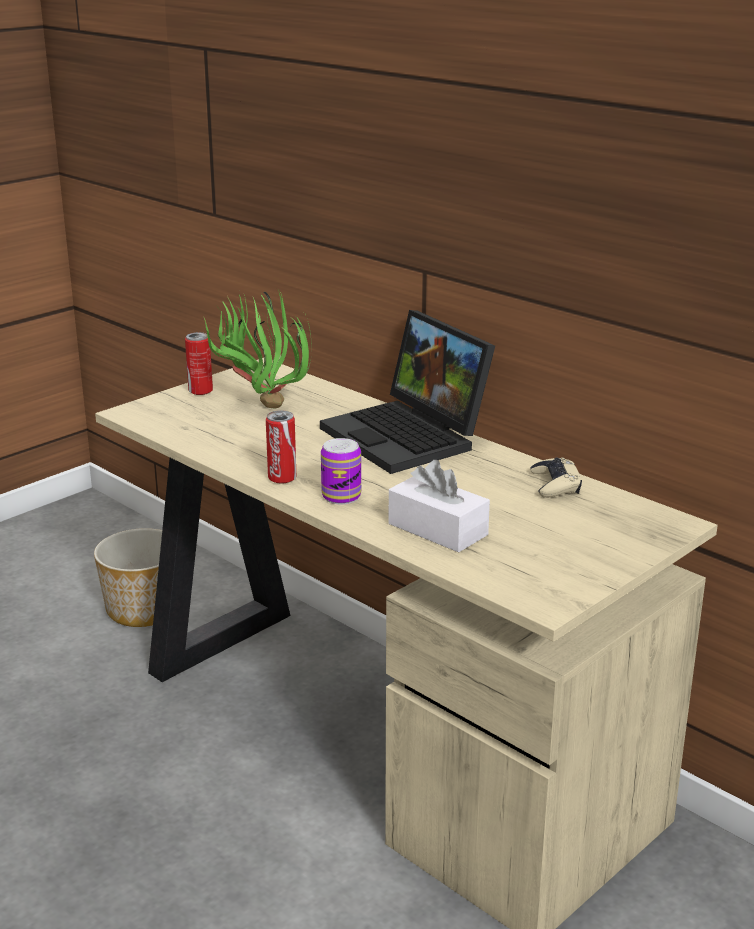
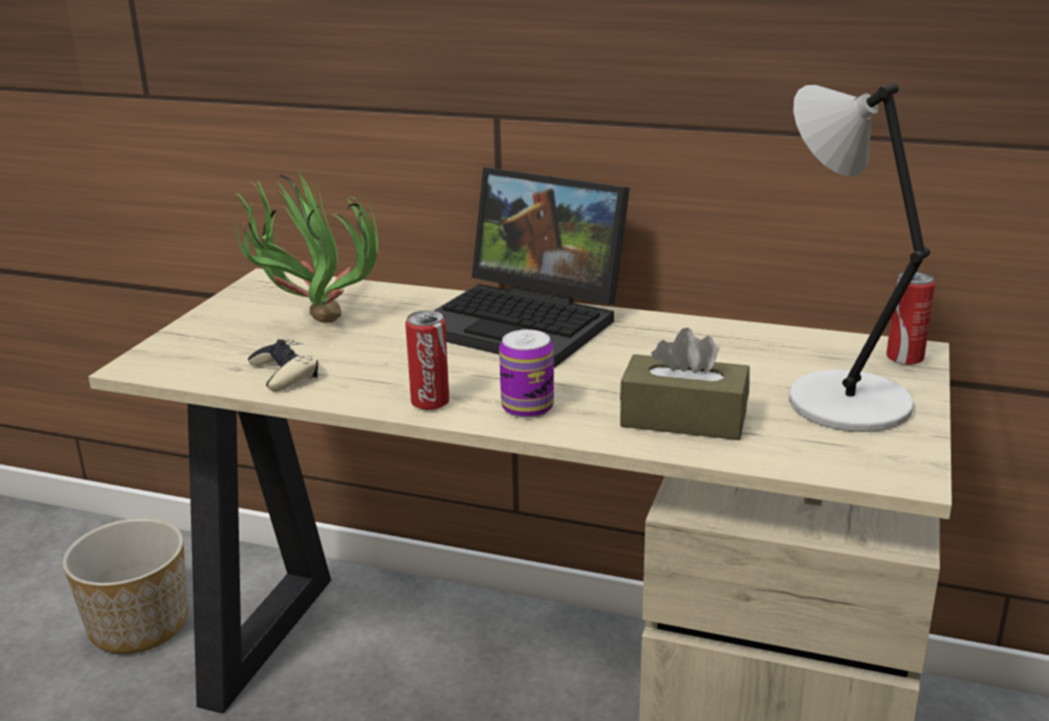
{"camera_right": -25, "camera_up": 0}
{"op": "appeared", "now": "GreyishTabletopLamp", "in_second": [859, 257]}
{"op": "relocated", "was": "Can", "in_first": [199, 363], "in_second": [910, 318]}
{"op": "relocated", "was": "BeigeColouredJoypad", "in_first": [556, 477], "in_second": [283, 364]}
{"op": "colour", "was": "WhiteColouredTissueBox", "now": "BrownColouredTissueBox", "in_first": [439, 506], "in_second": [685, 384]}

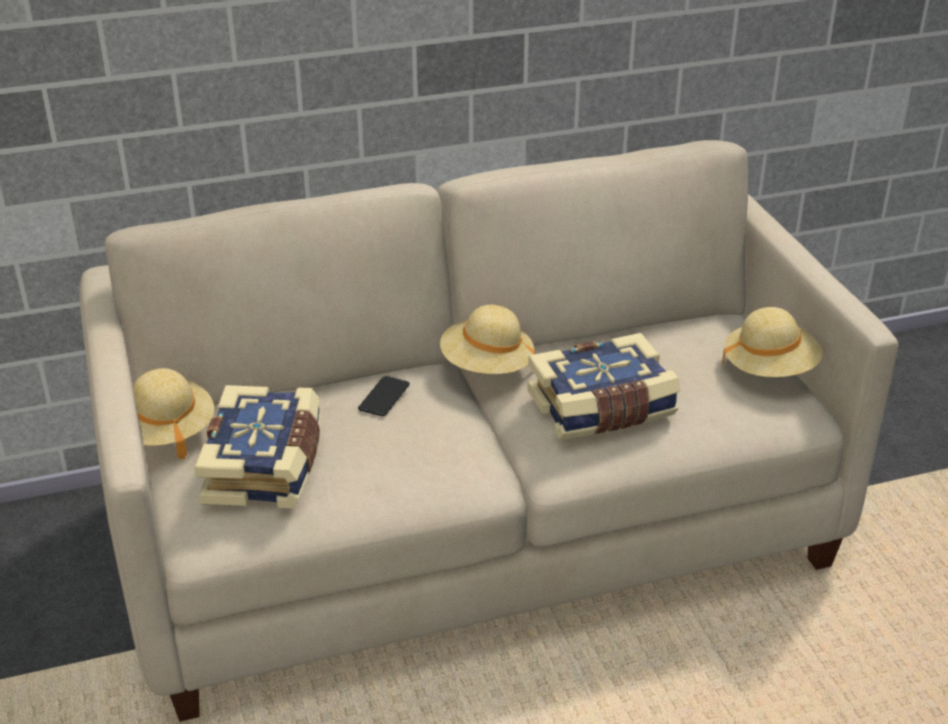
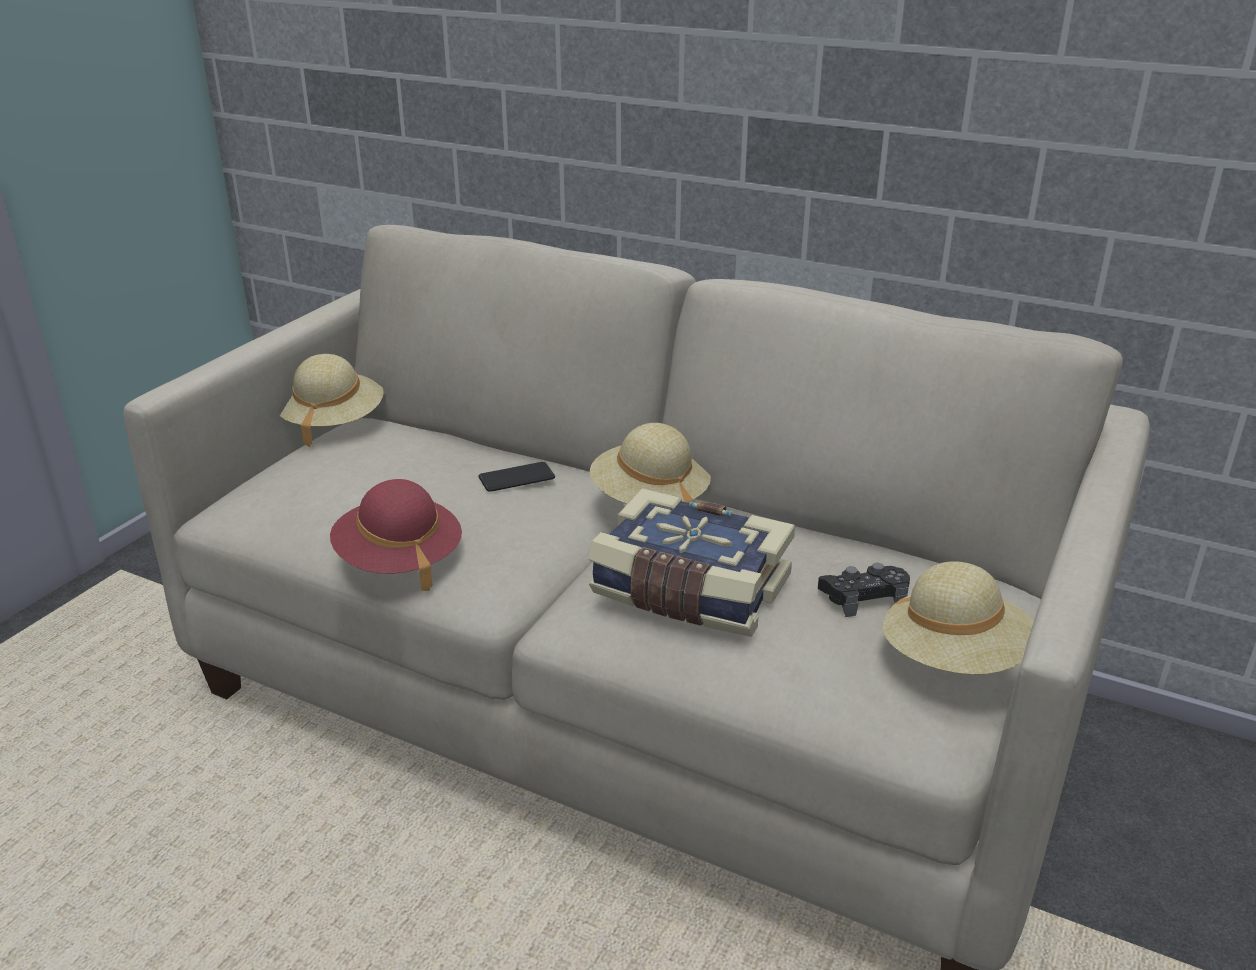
{"camera_right": 45, "camera_up": -5}
{"op": "missing", "was": "Volume", "in_first": [258, 446]}
{"op": "appeared", "now": "RedWearableHat", "in_second": [396, 535]}
{"op": "appeared", "now": "BlackJoypad", "in_second": [864, 590]}

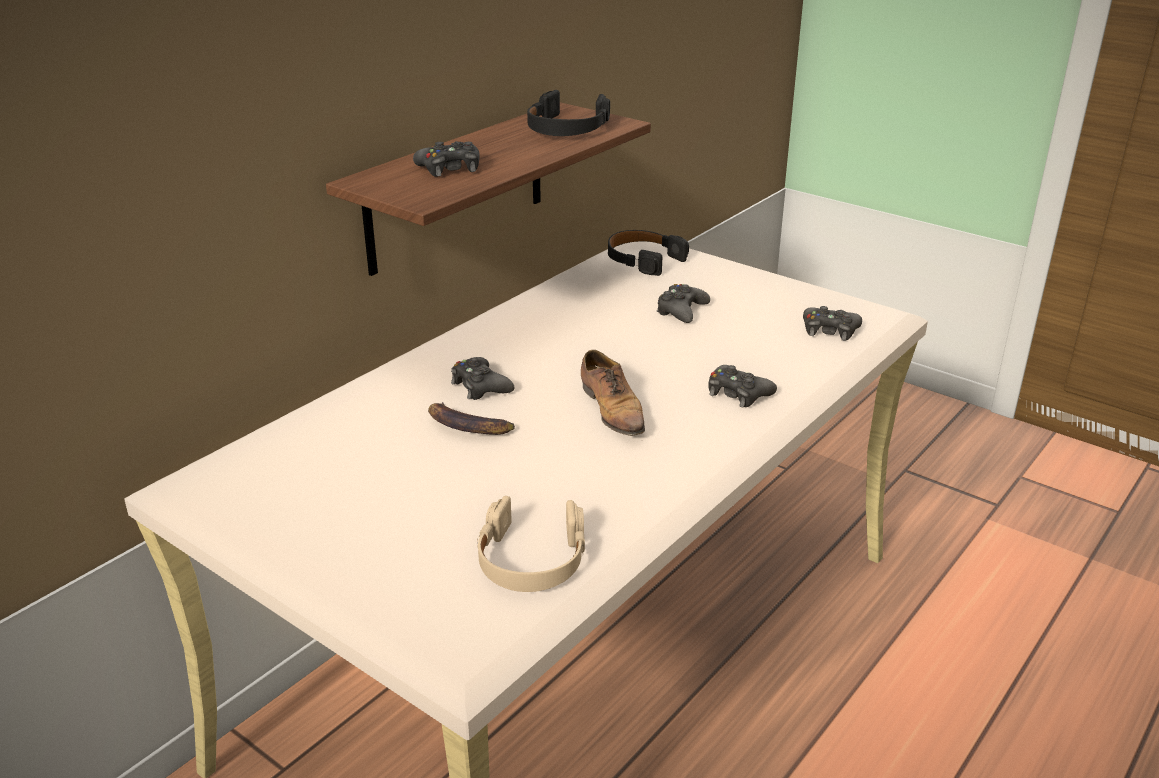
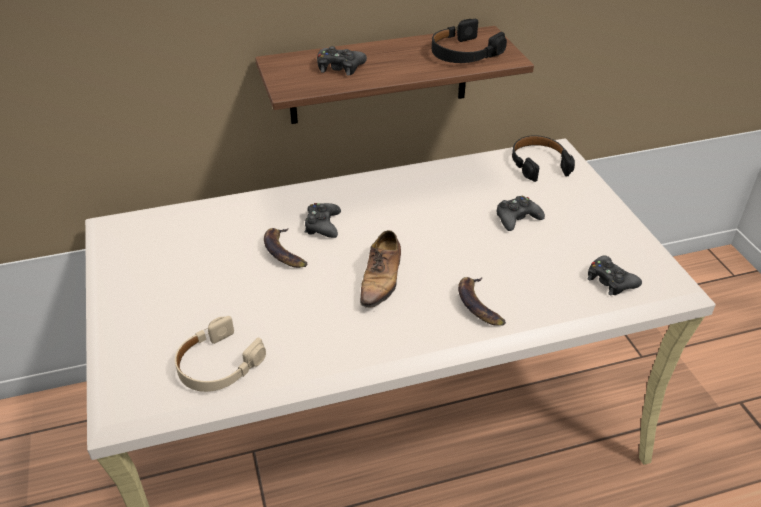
{"camera_right": 35, "camera_up": 10}
{"op": "exchanged", "was": "BlackJoypad", "now": "WholeBanana", "in_first": [742, 386], "in_second": [482, 301]}

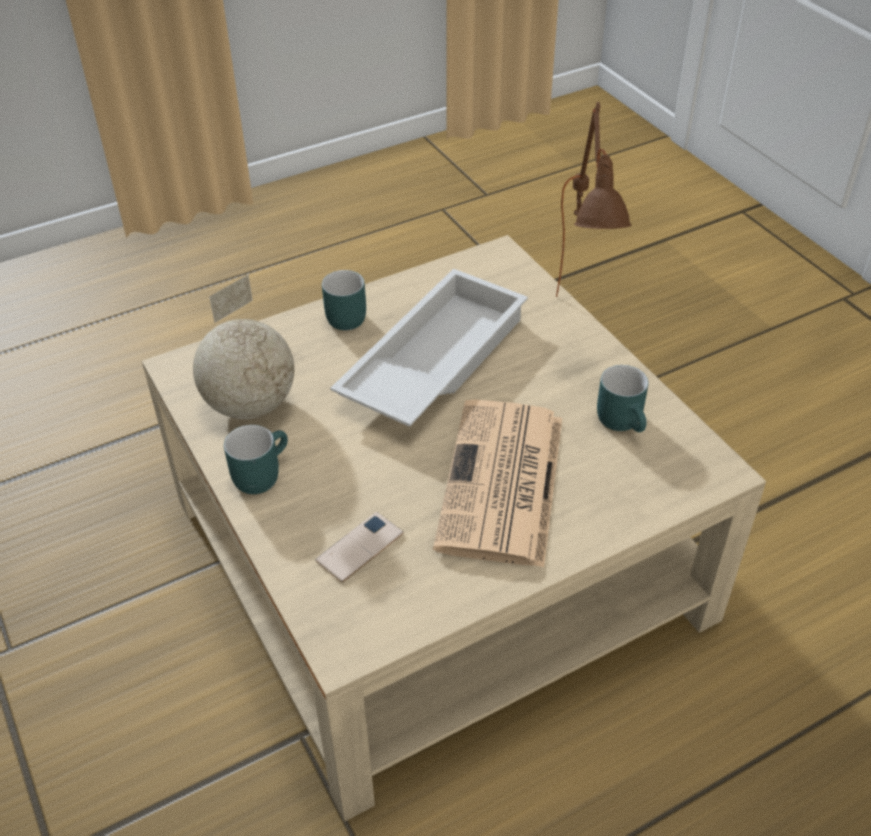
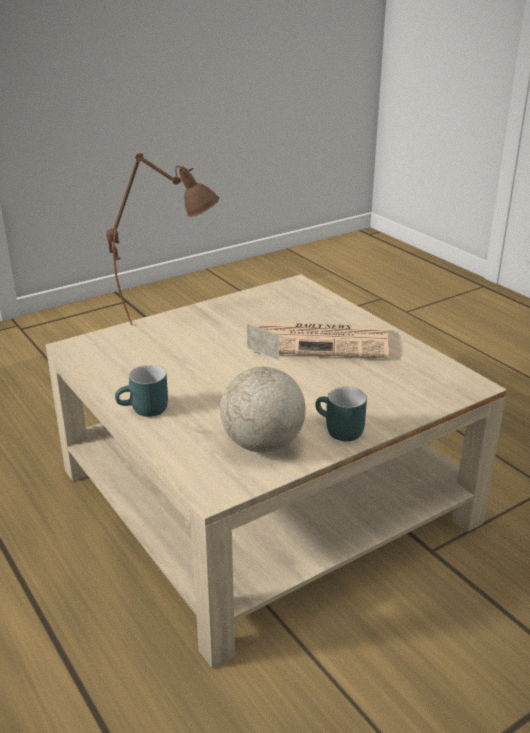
{"camera_right": -95, "camera_up": -15}
{"op": "missing", "was": "Telephone", "in_first": [359, 547]}
{"op": "missing", "was": "WhiteColouredTray", "in_first": [429, 347]}
{"op": "missing", "was": "TurquoiseMug", "in_first": [622, 398]}

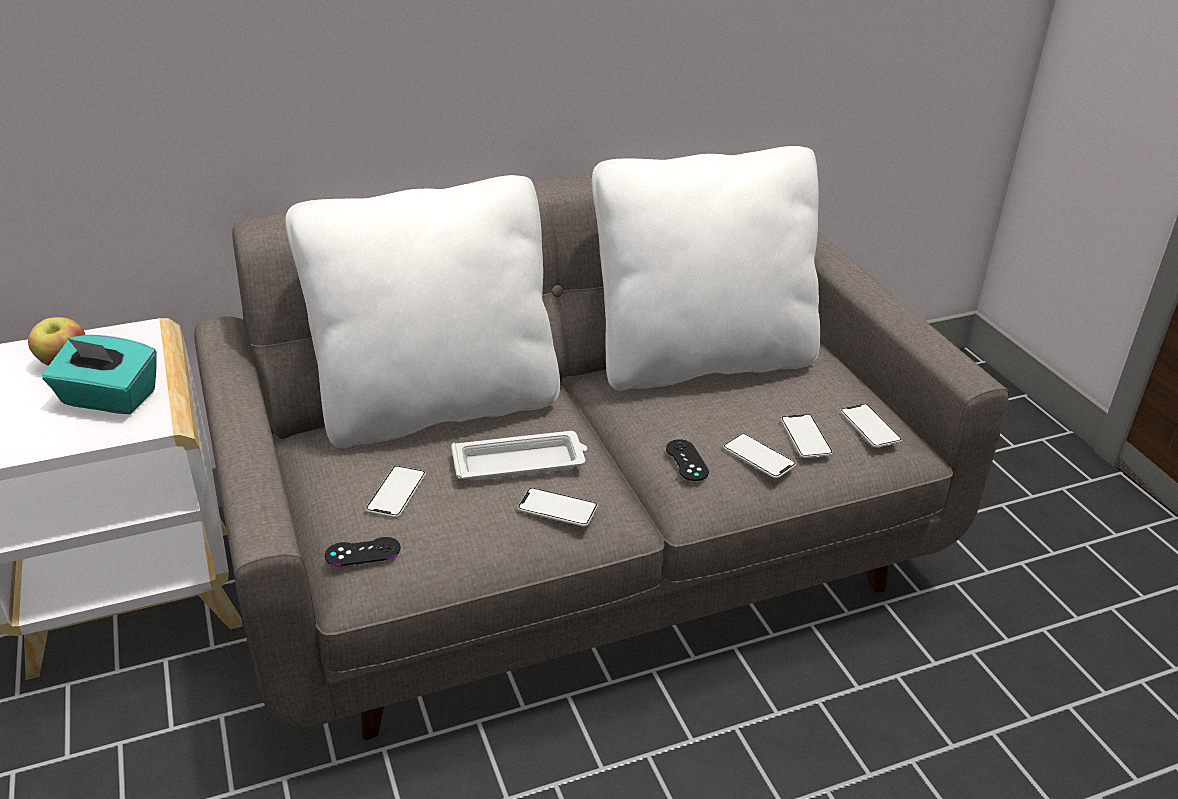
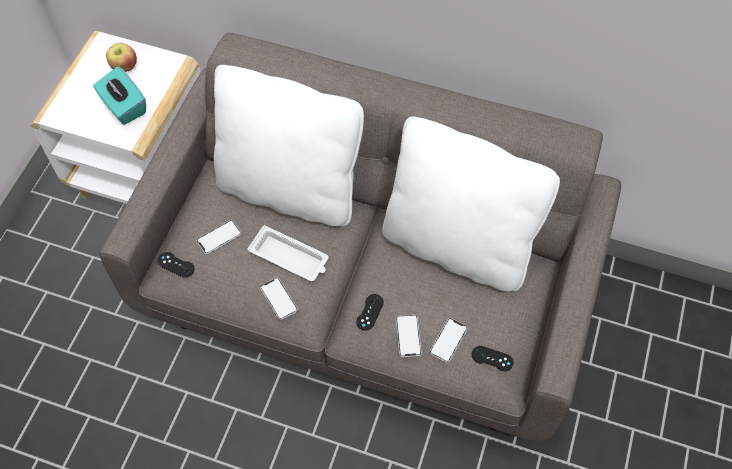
{"camera_right": 40, "camera_up": 25}
{"op": "exchanged", "was": "Telephone", "now": "BlackJoypad", "in_first": [871, 426], "in_second": [493, 358]}

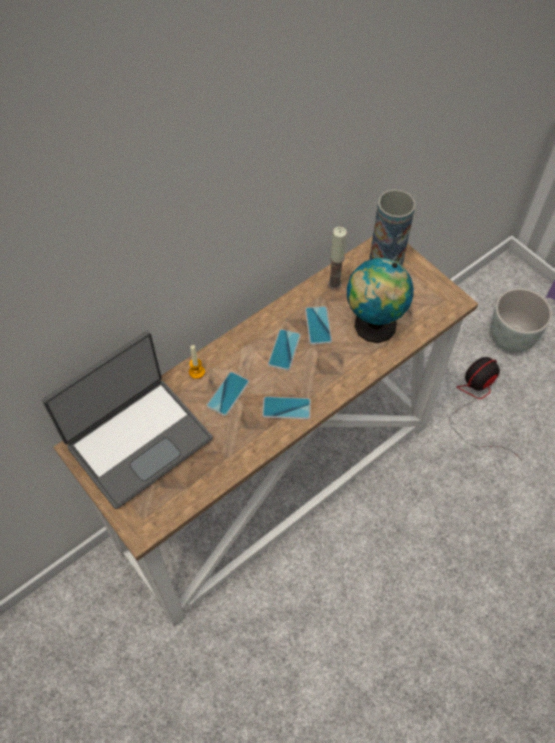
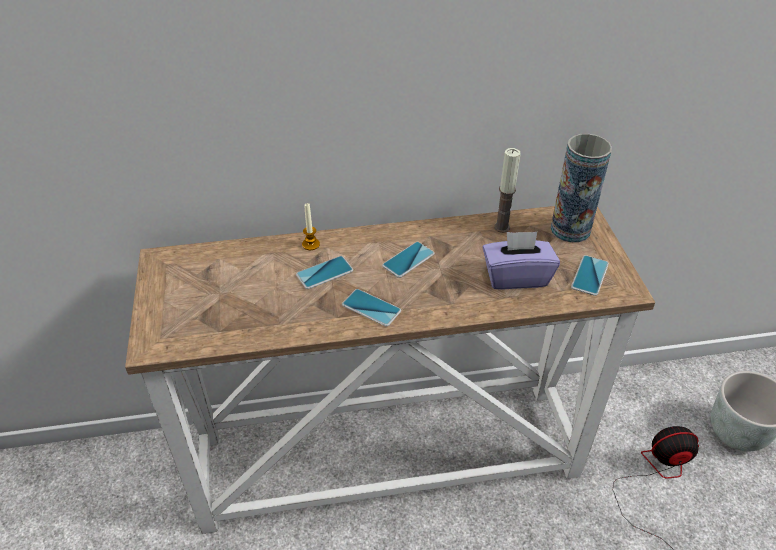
{"camera_right": 30, "camera_up": -15}
{"op": "missing", "was": "NotebookComputer", "in_first": [128, 420]}
{"op": "relocated", "was": "Telephone", "in_first": [318, 325], "in_second": [590, 275]}
{"op": "exchanged", "was": "WorldGlobe", "now": "PurpleTissueBox", "in_first": [380, 300], "in_second": [521, 261]}

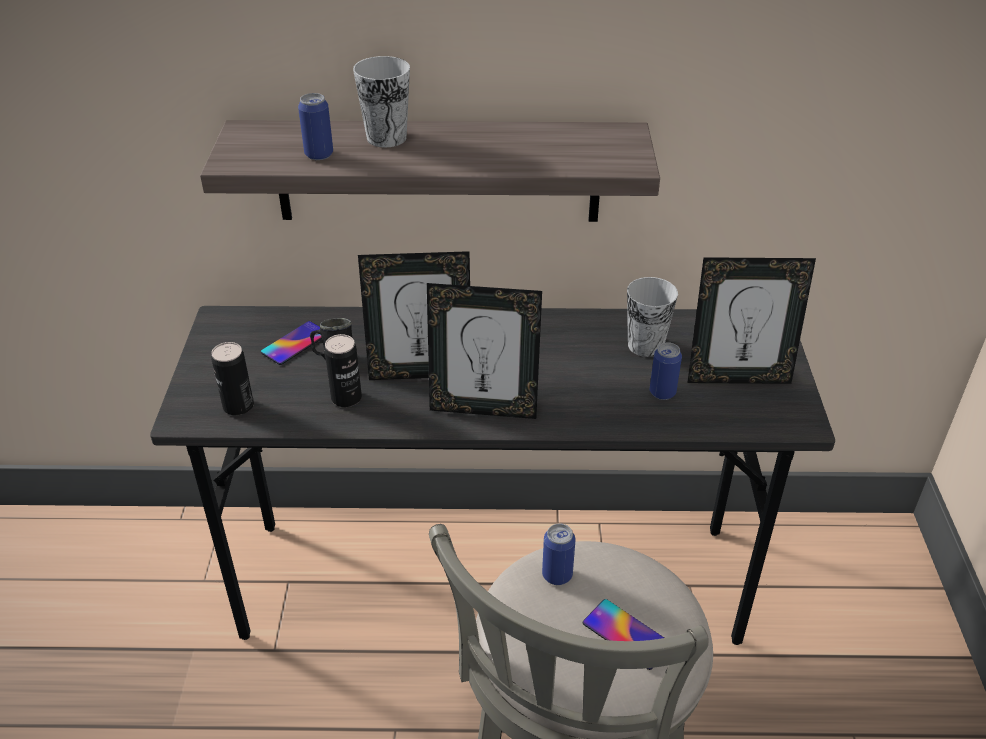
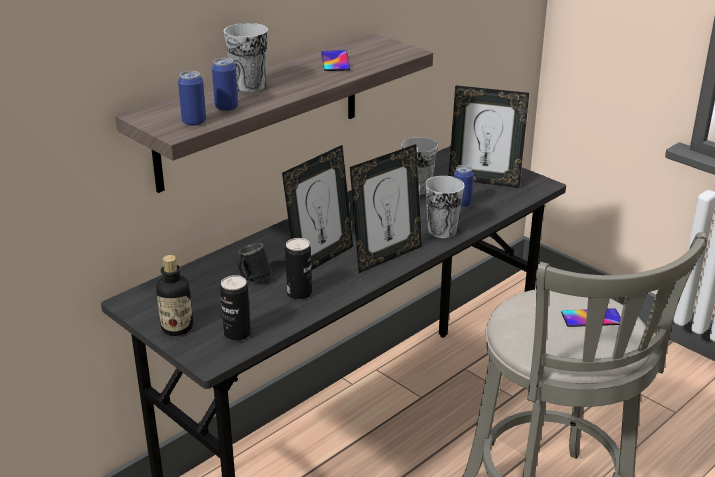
{"camera_right": -45, "camera_up": -10}
{"op": "appeared", "now": "Bottle", "in_second": [174, 295]}
{"op": "appeared", "now": "DrinkingCup", "in_second": [444, 207]}
{"op": "relocated", "was": "Telephone", "in_first": [291, 343], "in_second": [336, 60]}
{"op": "relocated", "was": "Can", "in_first": [558, 554], "in_second": [192, 98]}
{"op": "spun", "was": "PictureFrame", "in_first": [751, 320], "in_second": [489, 136], "clockwise": 60}

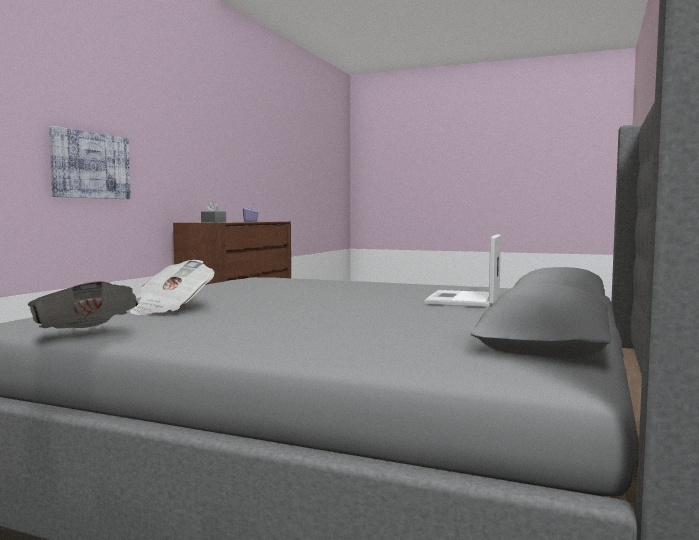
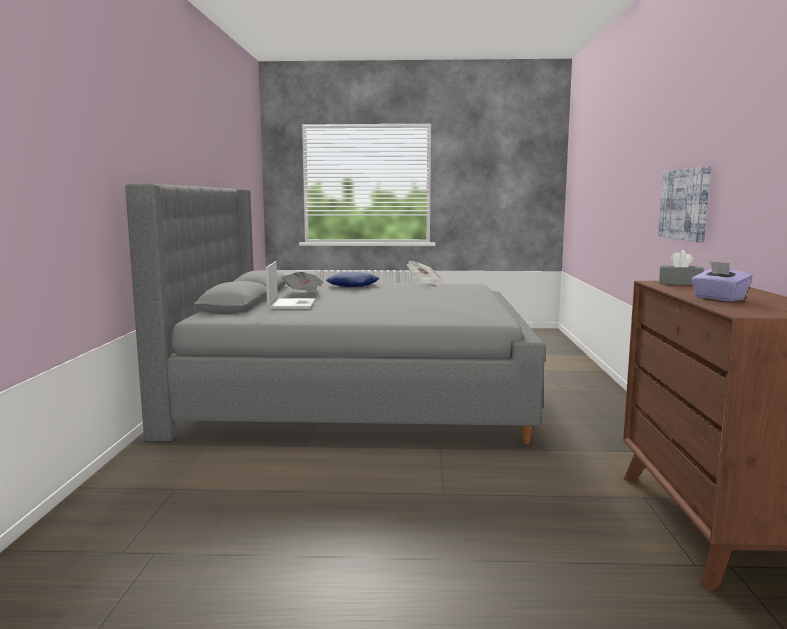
{"camera_right": 160, "camera_up": 5}
{"op": "appeared", "now": "BlueCushion", "in_second": [352, 279]}
{"op": "relocated", "was": "PrintedPaper", "in_first": [172, 287], "in_second": [302, 281]}

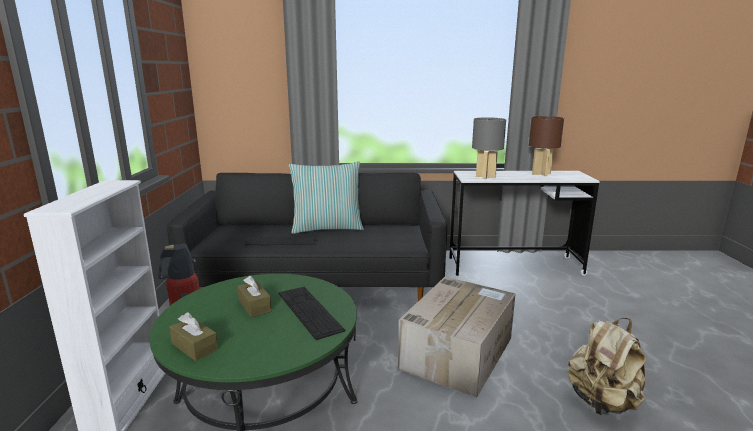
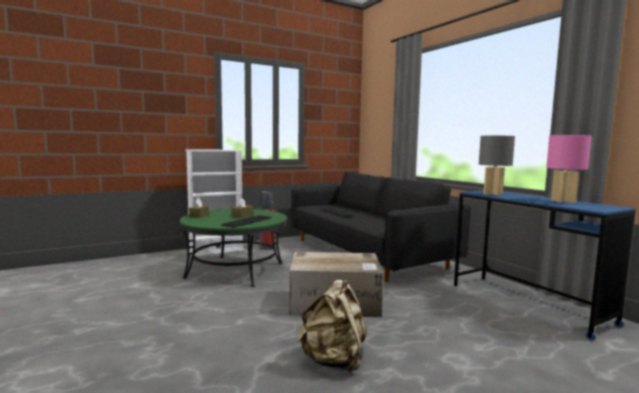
{"camera_right": 60, "camera_up": -10}
{"op": "missing", "was": "Cushion", "in_first": [326, 197]}
{"op": "colour", "was": "WhiteColouredDesk", "now": "BlueDesk", "in_first": [524, 223], "in_second": [545, 266]}
{"op": "colour", "was": "BrownColouredTabletopLamp", "now": "PinkColouredTabletopLamp", "in_first": [546, 146], "in_second": [569, 169]}

